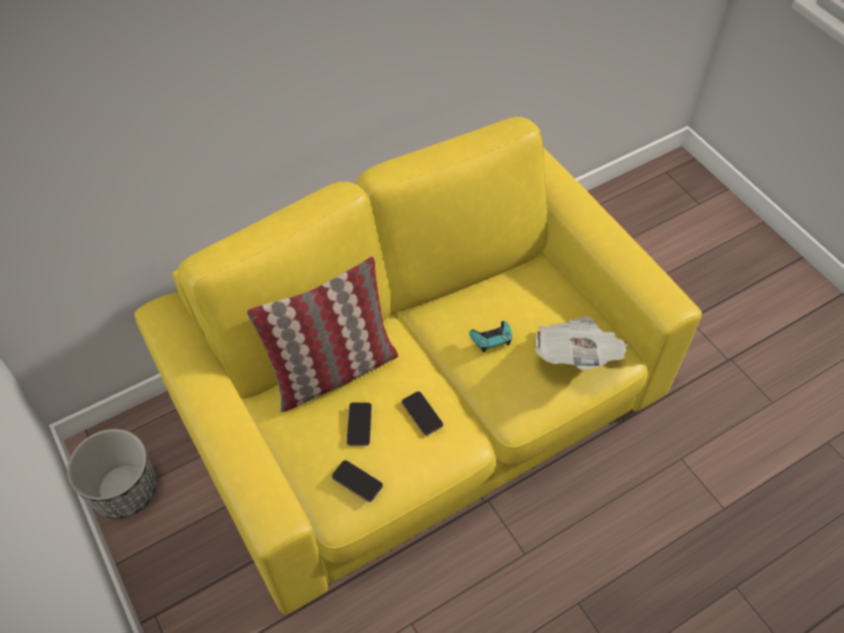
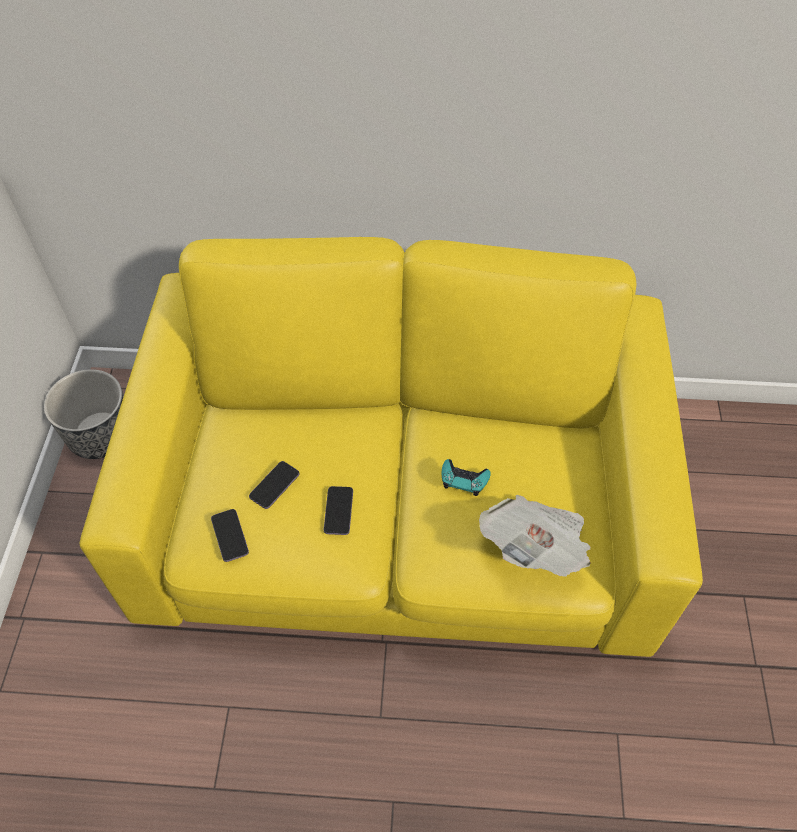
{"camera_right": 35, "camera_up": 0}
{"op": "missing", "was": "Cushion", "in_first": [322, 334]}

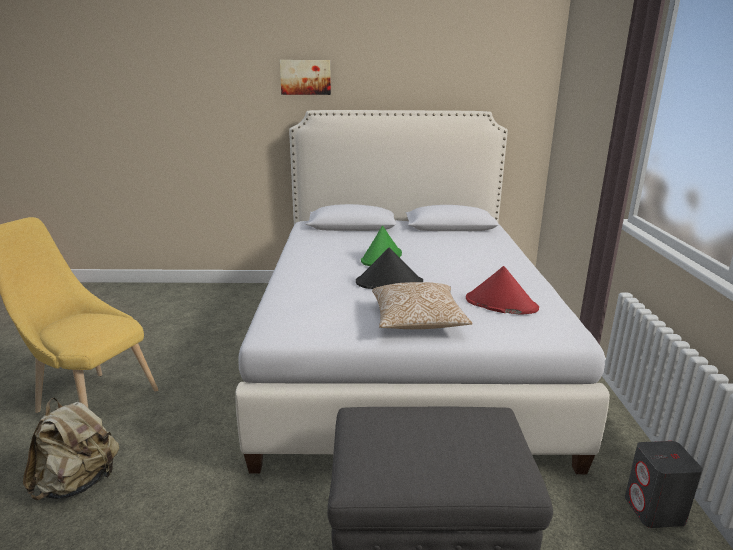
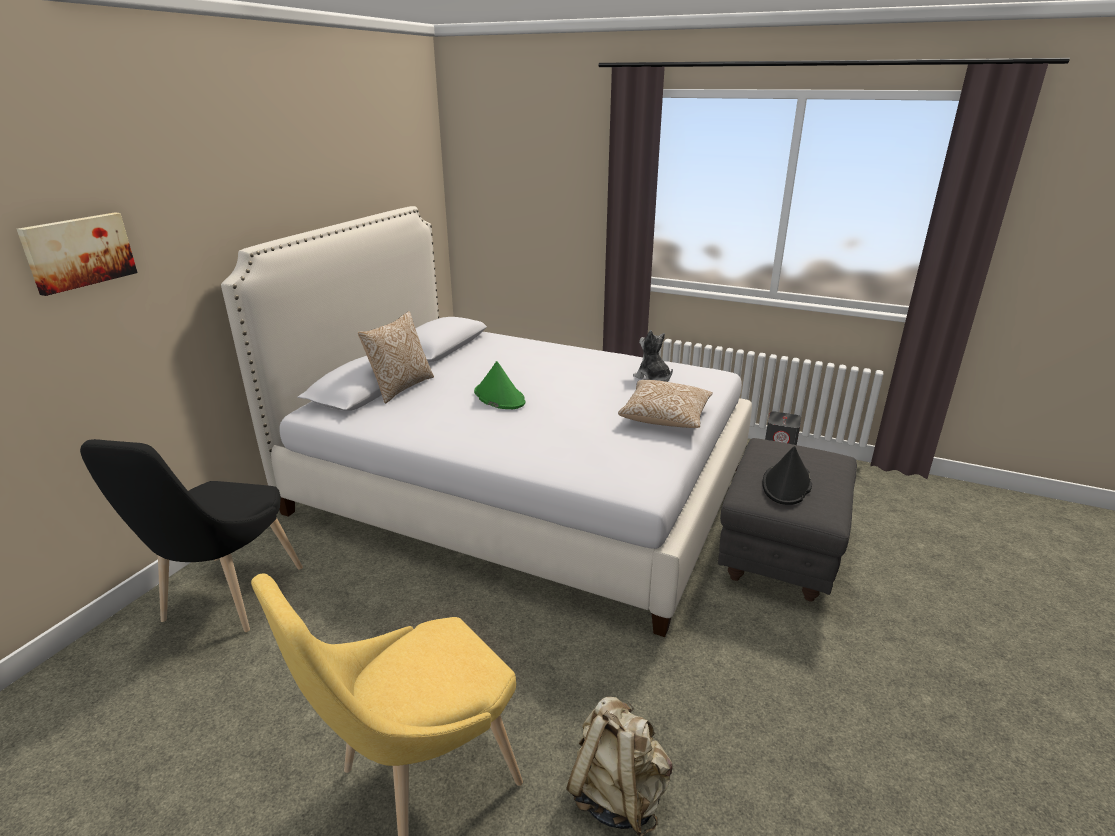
{"camera_right": -65, "camera_up": 5}
{"op": "appeared", "now": "BlackChair", "in_second": [191, 535]}
{"op": "appeared", "now": "Cushion", "in_second": [396, 357]}
{"op": "relocated", "was": "WallPicture", "in_first": [305, 77], "in_second": [77, 254]}
{"op": "relocated", "was": "BlackWearableHat", "in_first": [389, 268], "in_second": [787, 475]}
{"op": "exchanged", "was": "RedWearableHat", "now": "PlushToy", "in_first": [502, 290], "in_second": [653, 356]}

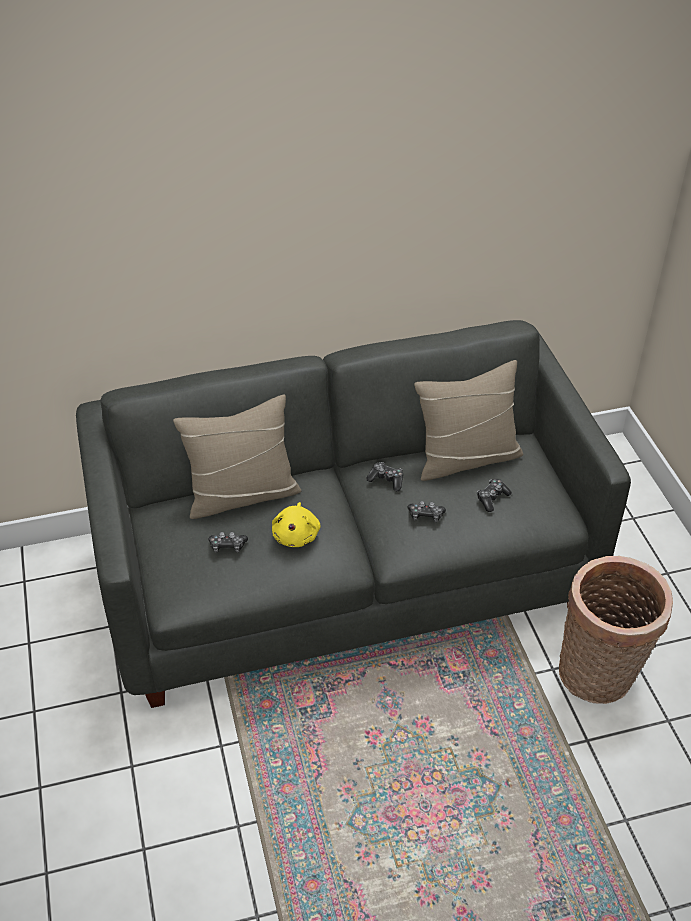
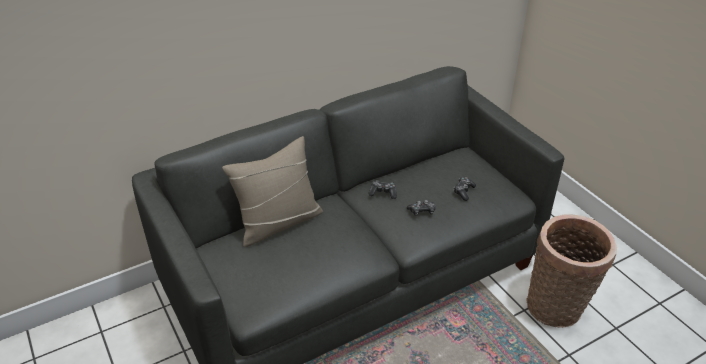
{"camera_right": -15, "camera_up": -5}
{"op": "missing", "was": "Joypad", "in_first": [228, 542]}
{"op": "missing", "was": "YellowishPlushToy", "in_first": [296, 524]}
{"op": "missing", "was": "BeigeColouredCushion", "in_first": [468, 420]}

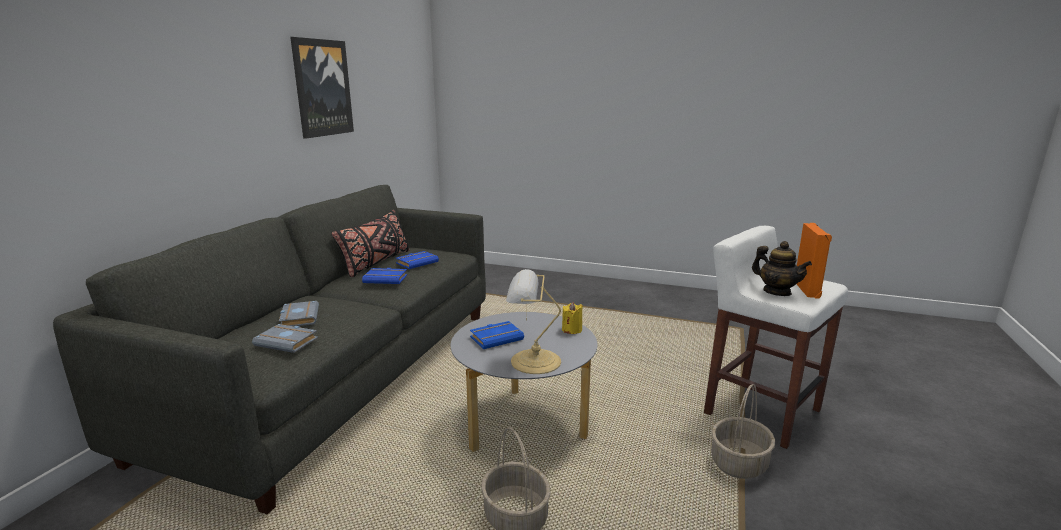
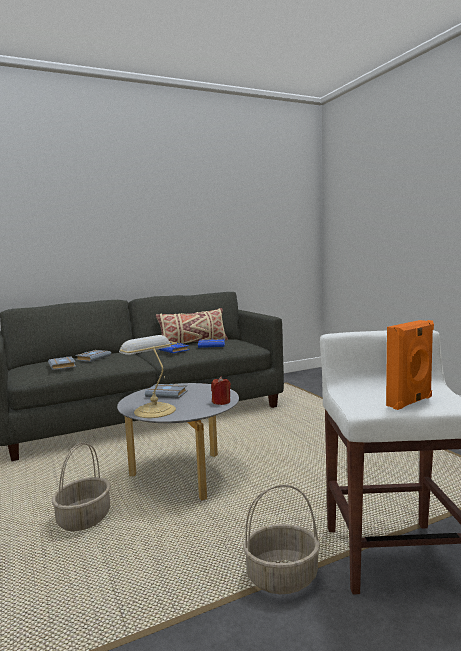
{"camera_right": 45, "camera_up": -10}
{"op": "missing", "was": "WallPicture", "in_first": [322, 88]}
{"op": "missing", "was": "Teapot", "in_first": [782, 268]}
{"op": "colour", "was": "BlackCushion", "now": "BeigeColouredCushion", "in_first": [370, 243], "in_second": [192, 326]}
{"op": "colour", "was": "BlueVolume", "now": "GreyishVolume", "in_first": [497, 335], "in_second": [166, 391]}
{"op": "colour", "was": "YellowishWaxLight", "now": "RedWaxLight", "in_first": [572, 318], "in_second": [221, 390]}

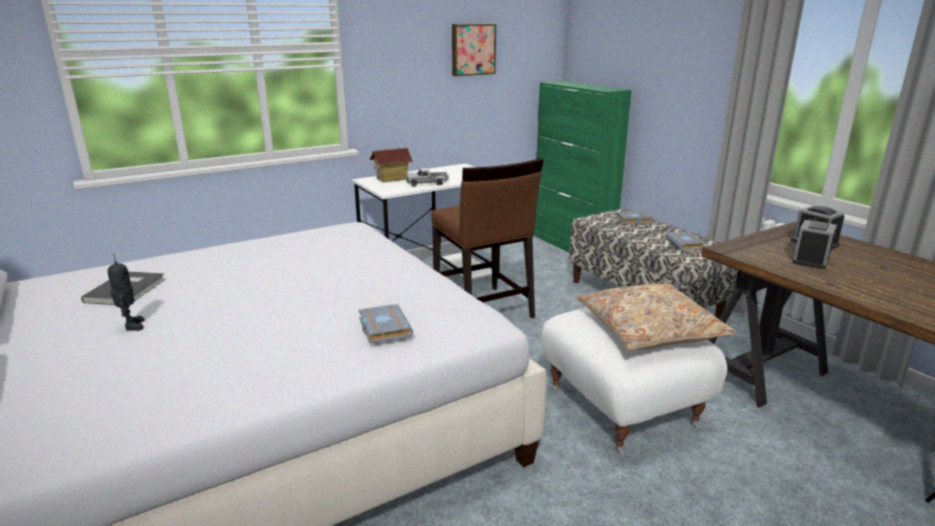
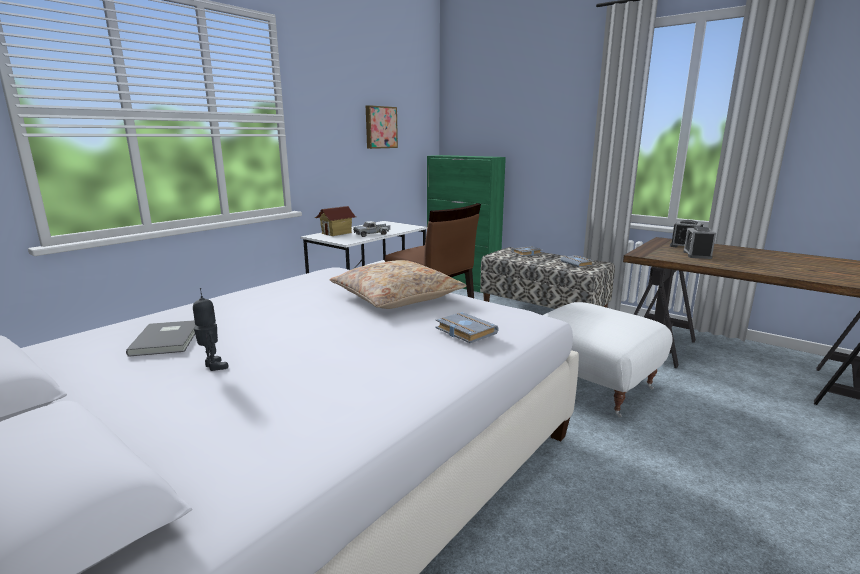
{"camera_right": -20, "camera_up": -5}
{"op": "relocated", "was": "BeigeColouredCushion", "in_first": [656, 317], "in_second": [398, 284]}

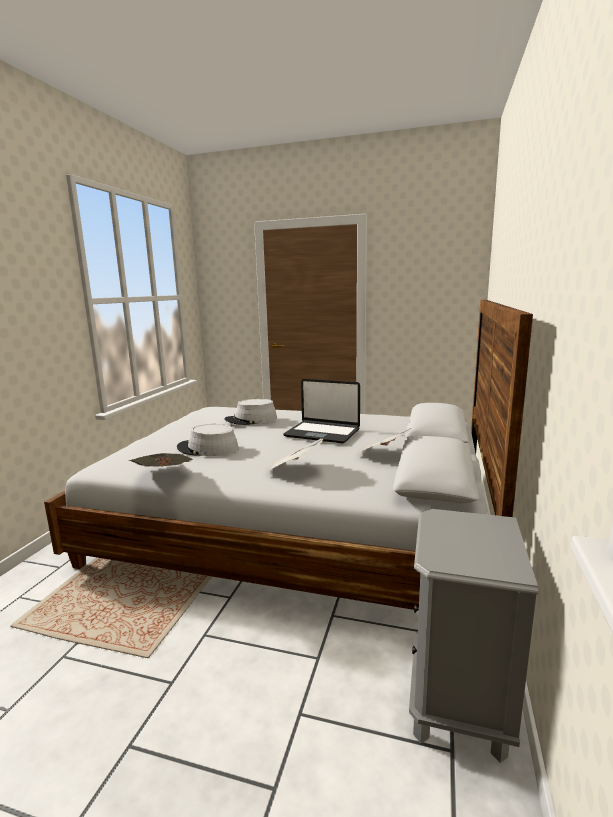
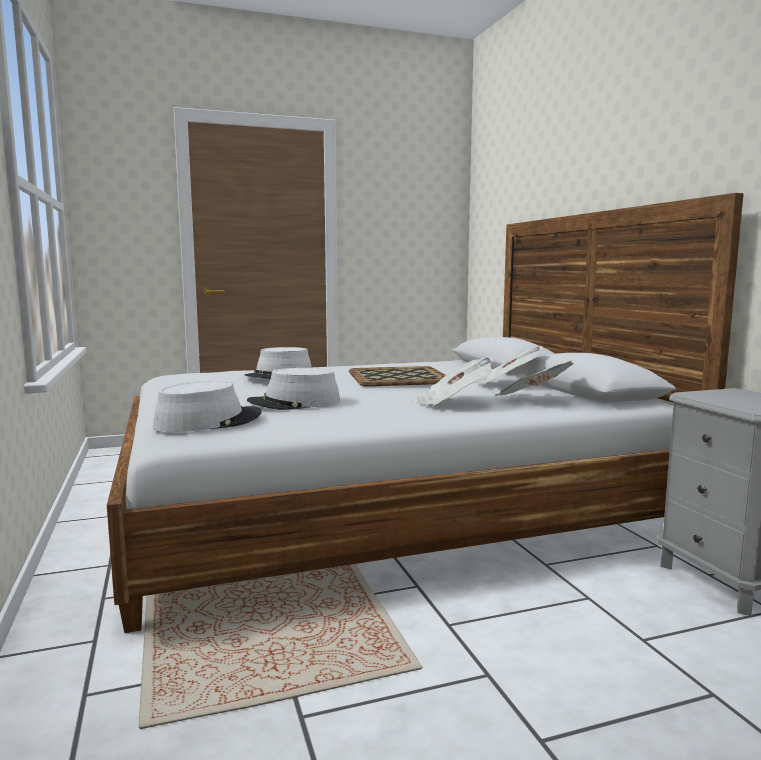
{"camera_right": -35, "camera_up": -5}
{"op": "appeared", "now": "GreyishWearableHat", "in_second": [207, 406]}
{"op": "relocated", "was": "PrintedPaper", "in_first": [160, 460], "in_second": [534, 378]}
{"op": "exchanged", "was": "NotebookComputer", "now": "Tray", "in_first": [321, 411], "in_second": [397, 376]}

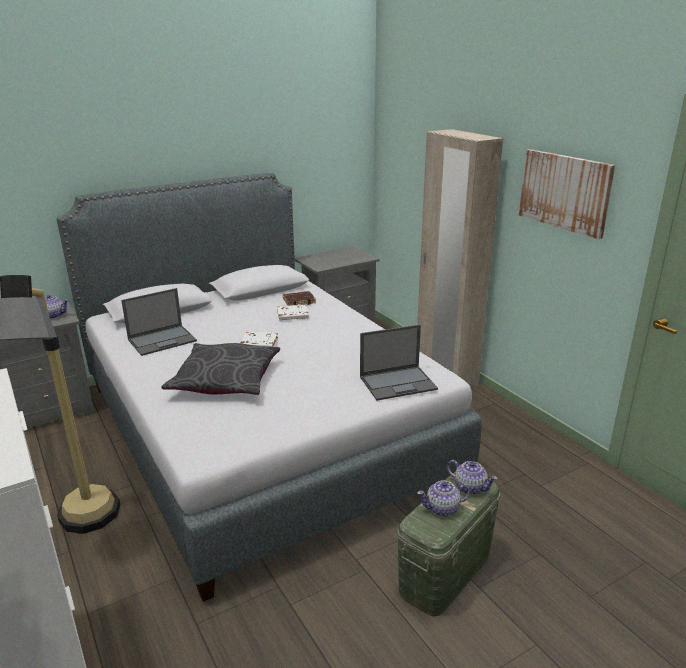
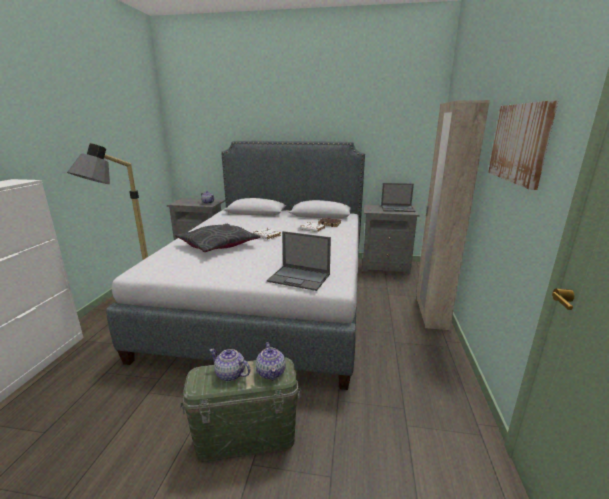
{"camera_right": 40, "camera_up": -5}
{"op": "relocated", "was": "NotebookComputer", "in_first": [159, 322], "in_second": [398, 197]}

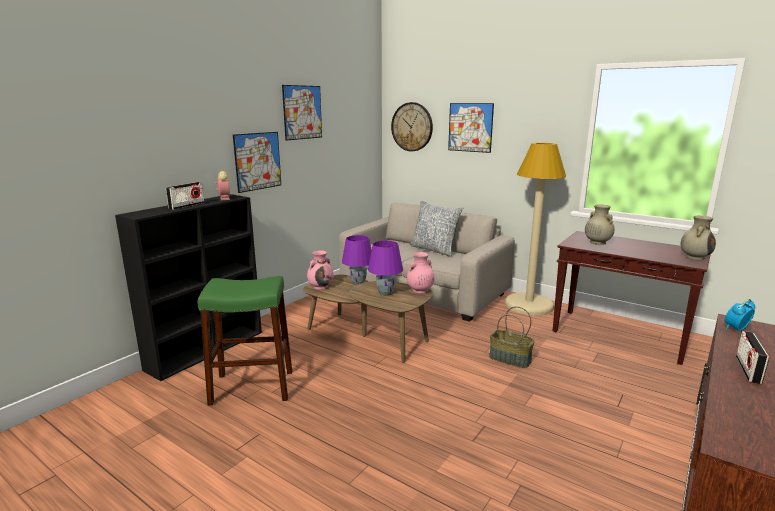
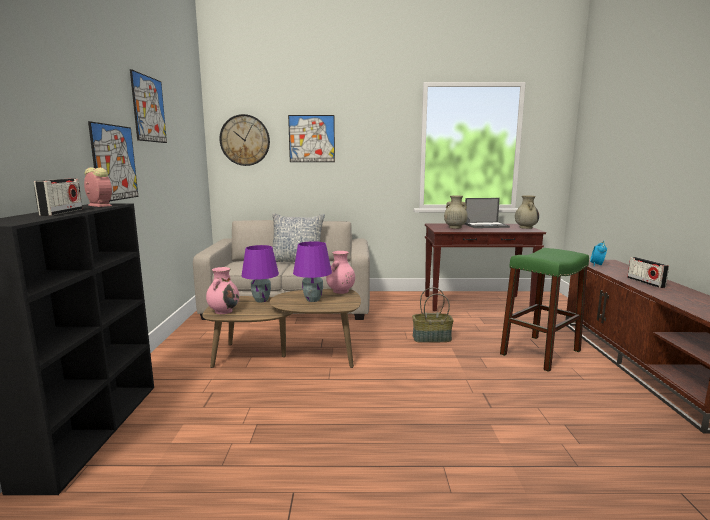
{"camera_right": -35, "camera_up": -5}
{"op": "missing", "was": "BeigeColouredStandingLamp", "in_first": [535, 229]}
{"op": "appeared", "now": "NotebookComputer", "in_second": [487, 213]}
{"op": "relocated", "was": "GreenishStool", "in_first": [245, 340], "in_second": [544, 310]}

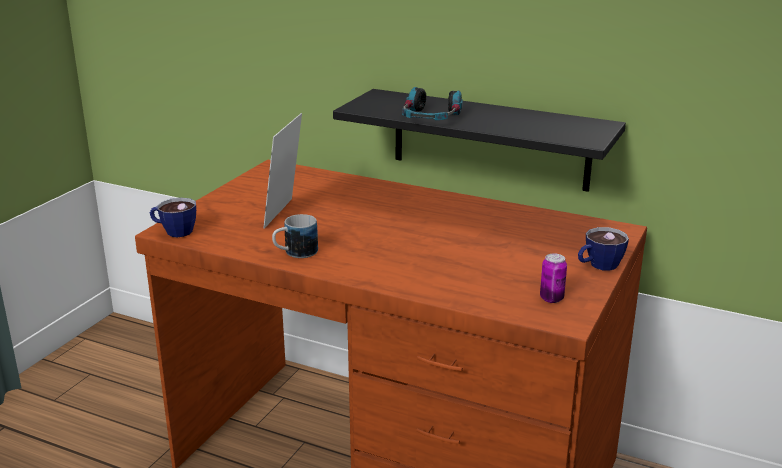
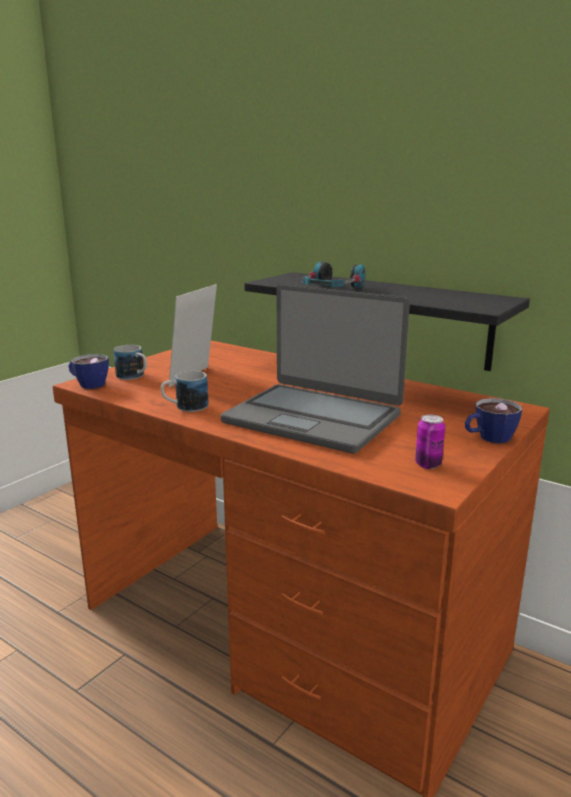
{"camera_right": 10, "camera_up": -5}
{"op": "appeared", "now": "Mug", "in_second": [130, 362]}
{"op": "appeared", "now": "NotebookComputer", "in_second": [315, 368]}

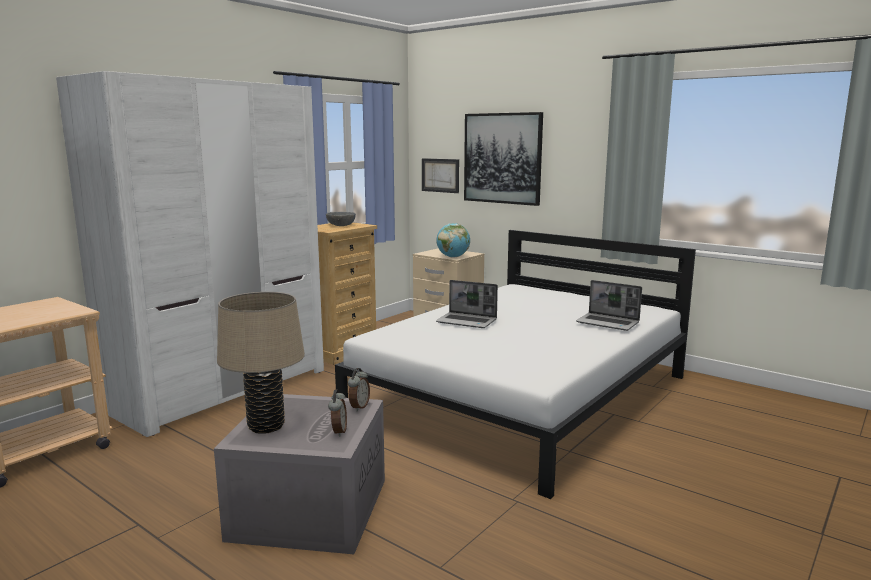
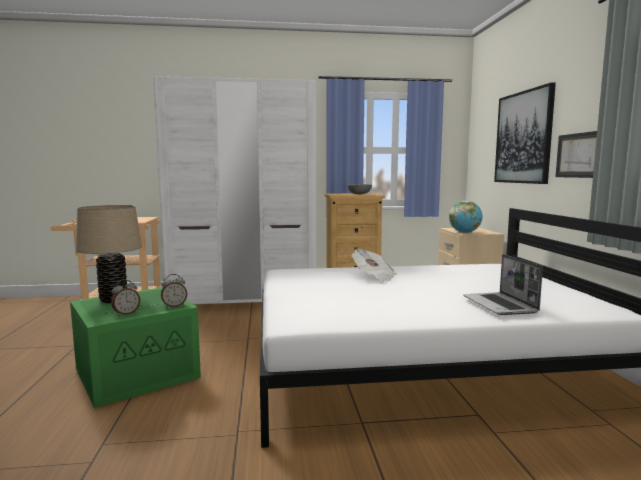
{"camera_right": 45, "camera_up": -5}
{"op": "relocated", "was": "WallPicture", "in_first": [440, 175], "in_second": [576, 154]}
{"op": "exchanged", "was": "NotebookComputer", "now": "PrintedPaper", "in_first": [467, 304], "in_second": [374, 265]}
{"op": "colour", "was": "GreyishStorageBin", "now": "GreenishStorageBin", "in_first": [299, 474], "in_second": [135, 347]}

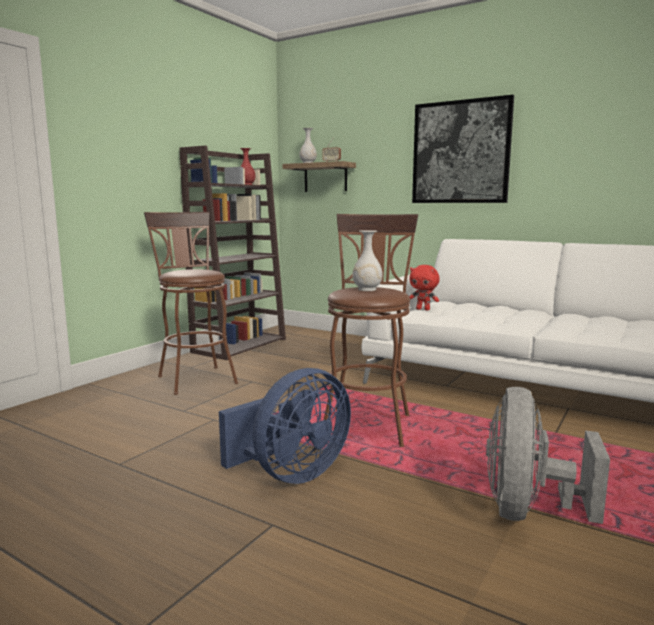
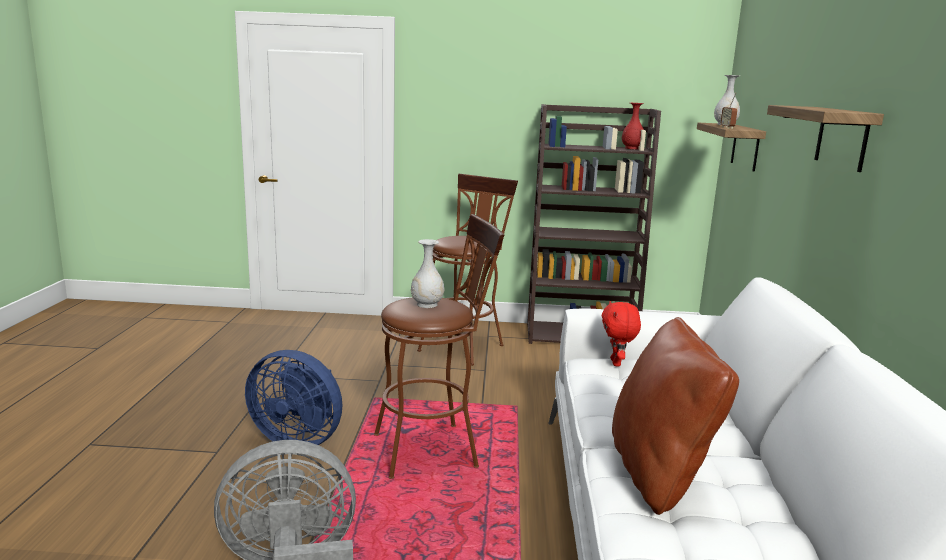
{"camera_right": 60, "camera_up": 5}
{"op": "appeared", "now": "BrownColouredCushion", "in_second": [675, 416]}
{"op": "exchanged", "was": "WallPicture", "now": "Shelf", "in_first": [463, 149], "in_second": [825, 138]}

